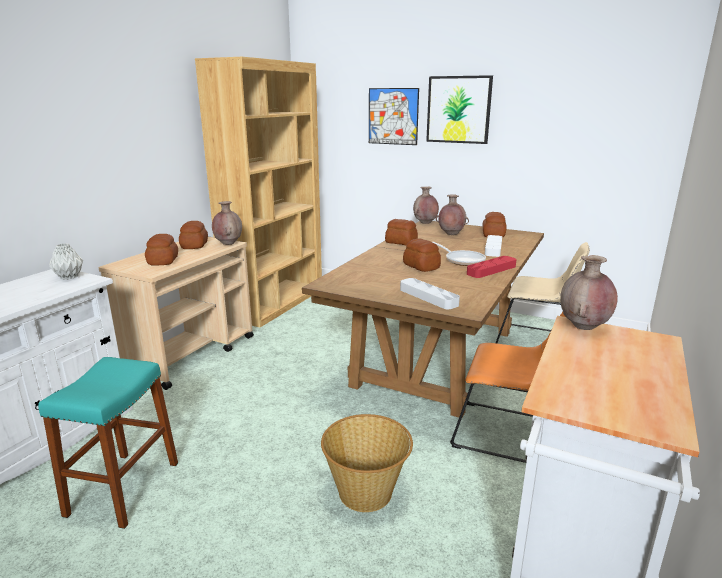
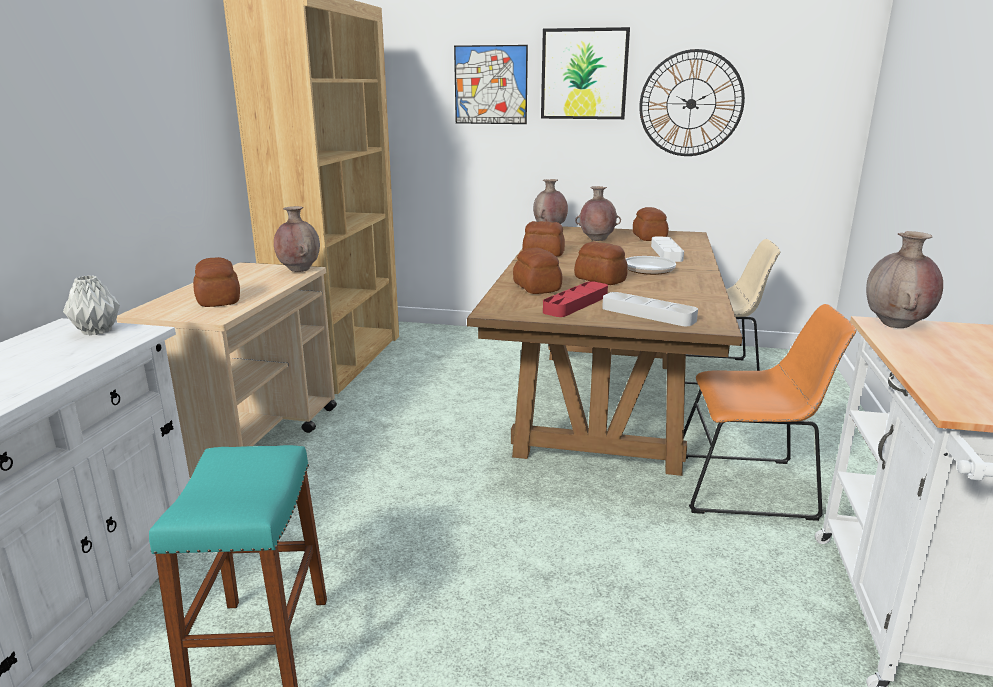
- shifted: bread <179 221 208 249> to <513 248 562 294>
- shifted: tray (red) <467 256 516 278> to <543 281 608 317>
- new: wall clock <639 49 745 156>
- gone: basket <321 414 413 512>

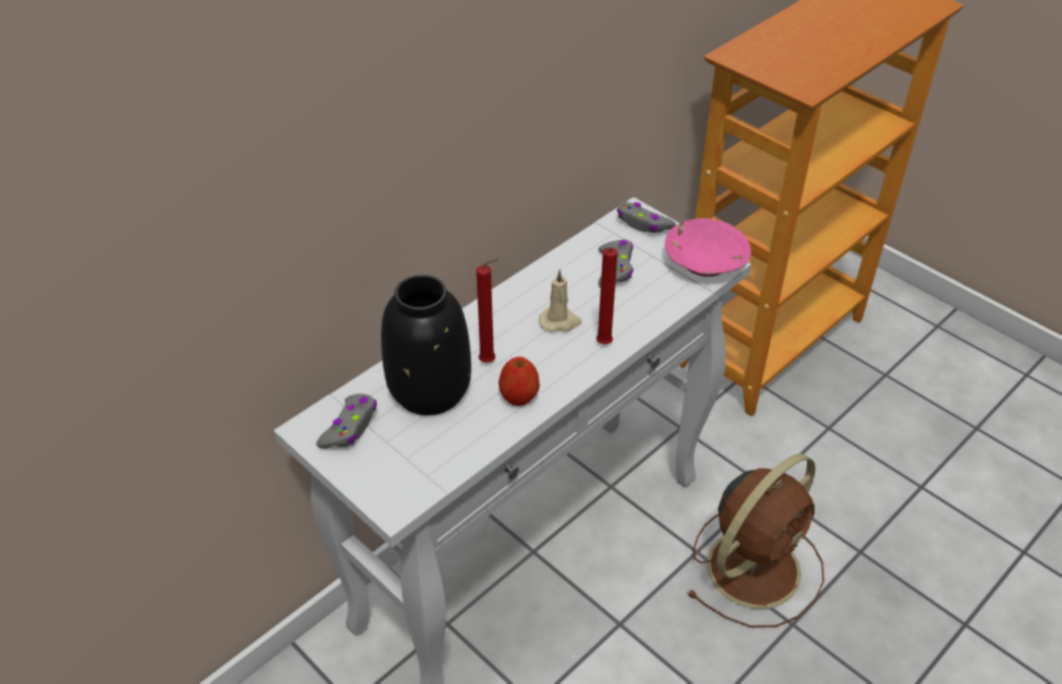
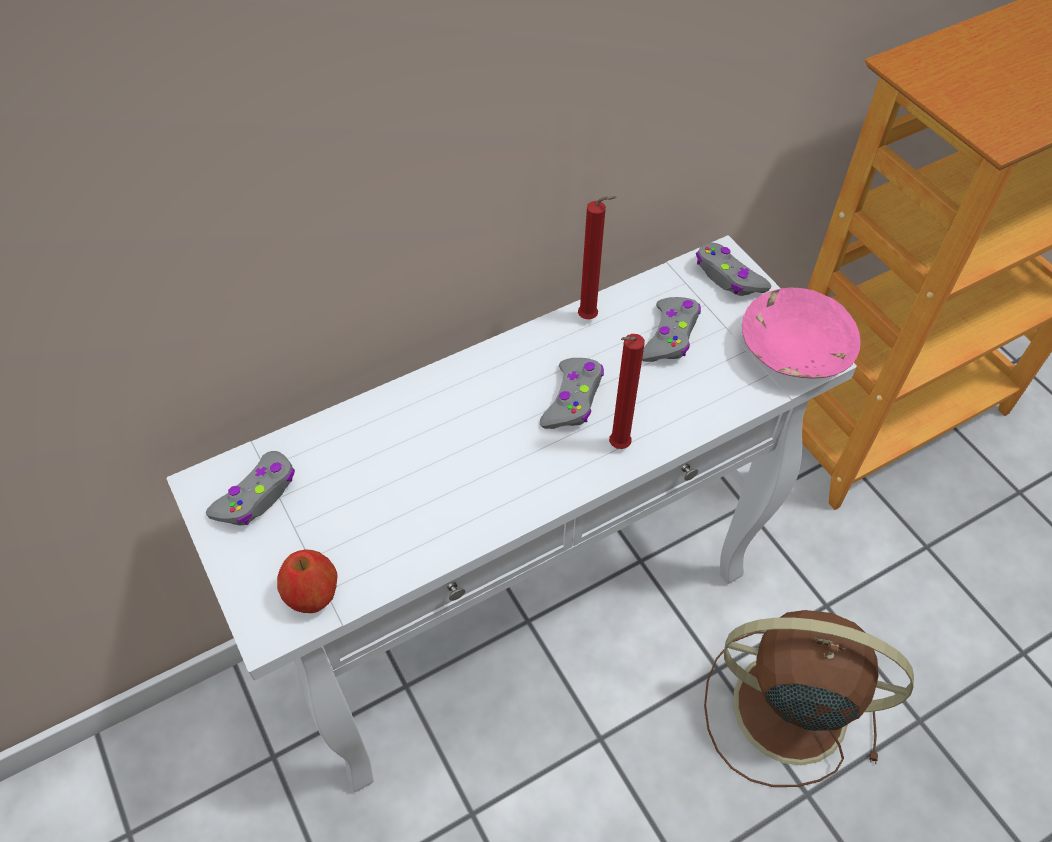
- shifted: apple <499 357 540 406> to <277 549 338 613>
- swapped: candle (beige) <539 269 582 332> to game controller (grey) <540 358 604 429>
- shifted: candle (red) <476 259 499 363> to <578 196 617 319>
- rotated: fan (brown) <686 453 824 628> = <704 610 914 787> 135 degrees counterclockwise
- gone: vase (black) <381 275 471 415>

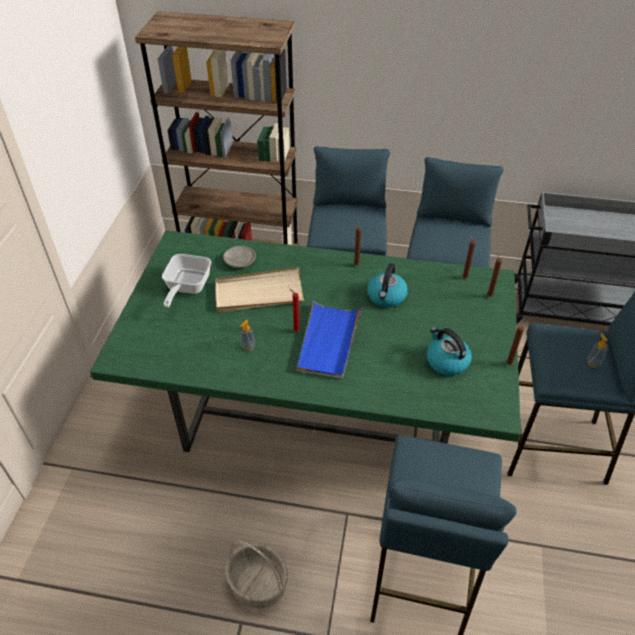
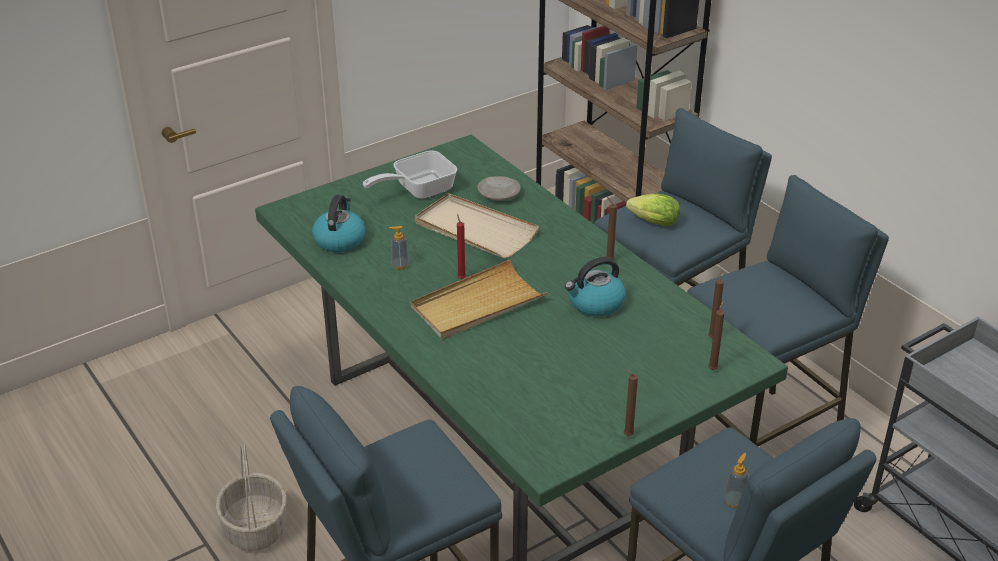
- shifted: kettle <427 327 472 376> to <312 195 366 253>
- repainted: tray (blue) <297 300 363 379> to tray (beige) <410 260 548 339>
- new: lettuce <626 194 680 226>

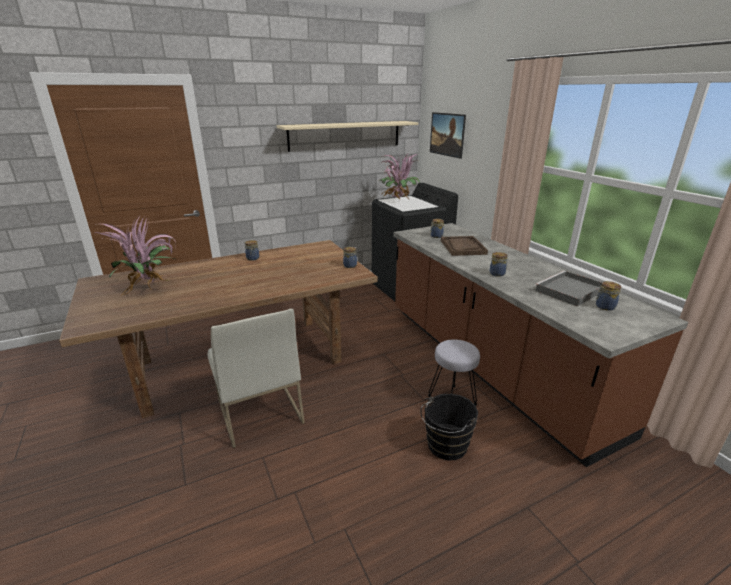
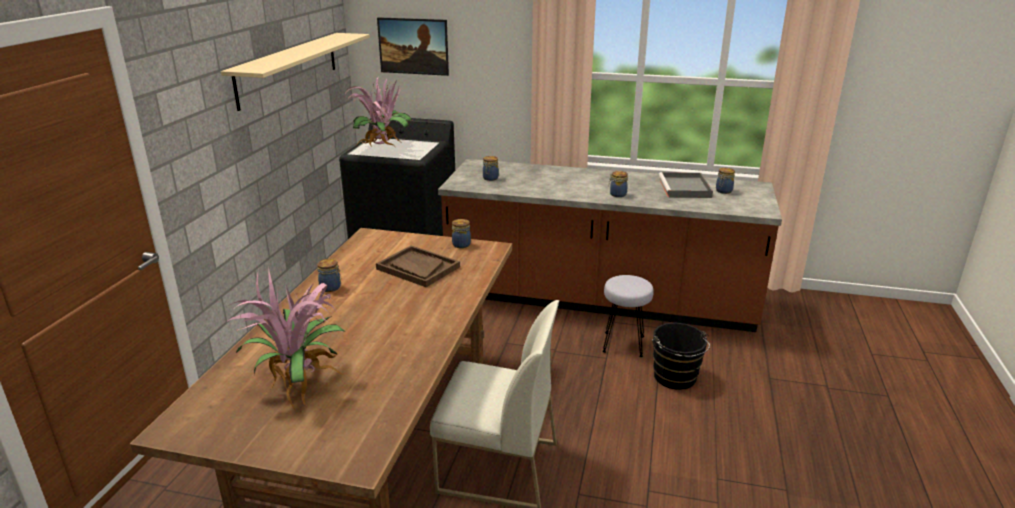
- shifted: tray (brown) <441 236 488 256> to <376 246 460 287>

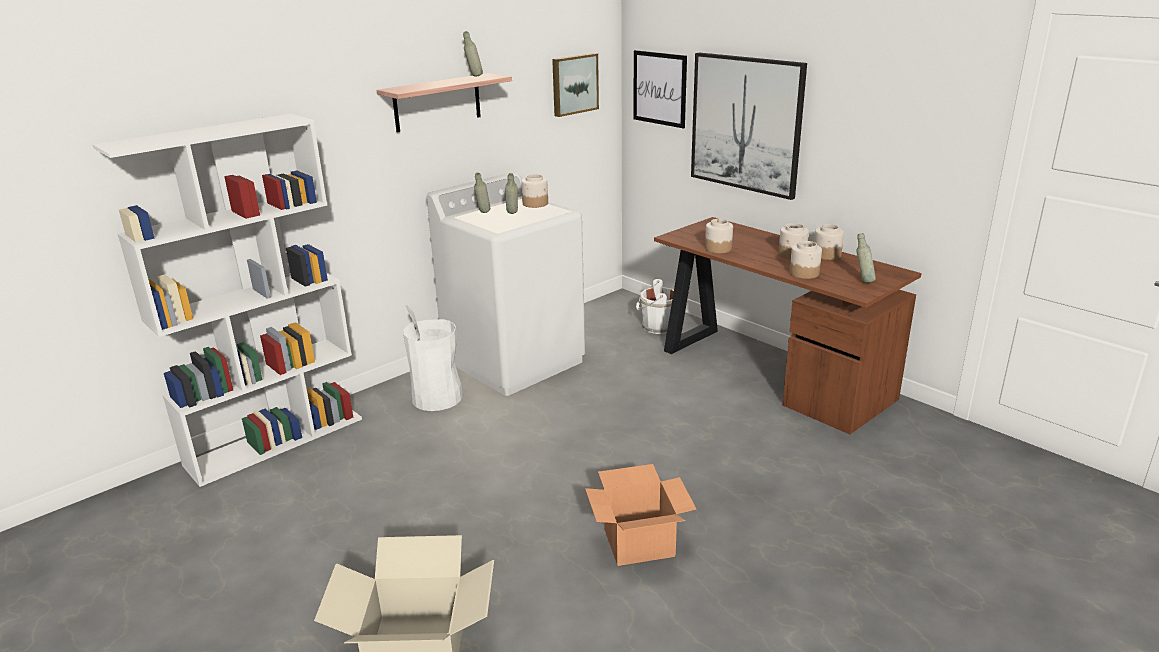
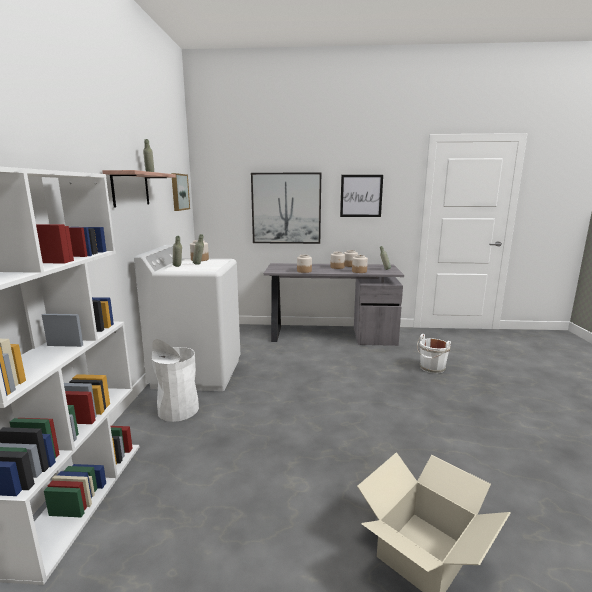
- repainted: desk (brown) <654 217 922 435> to desk (grey) <264 263 404 346>
- shifted: picture <633 50 687 128> to <340 175 383 217>
- shifted: bucket (white) <636 279 674 334> to <417 334 451 374>
- gone: cardboard box <585 464 696 566>

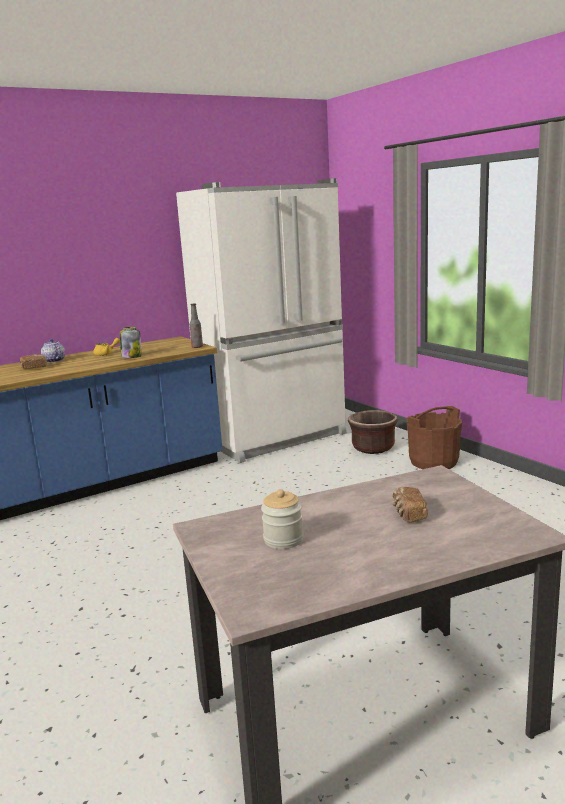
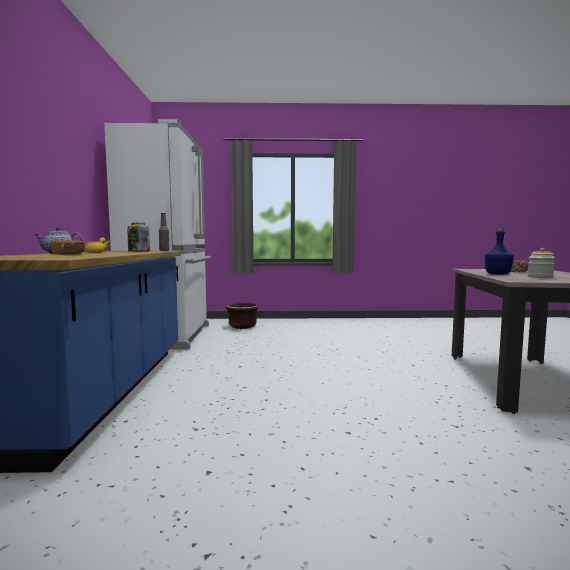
- new: bottle (blue) <485 228 514 275>
- gone: bucket (brown) <407 406 462 469>

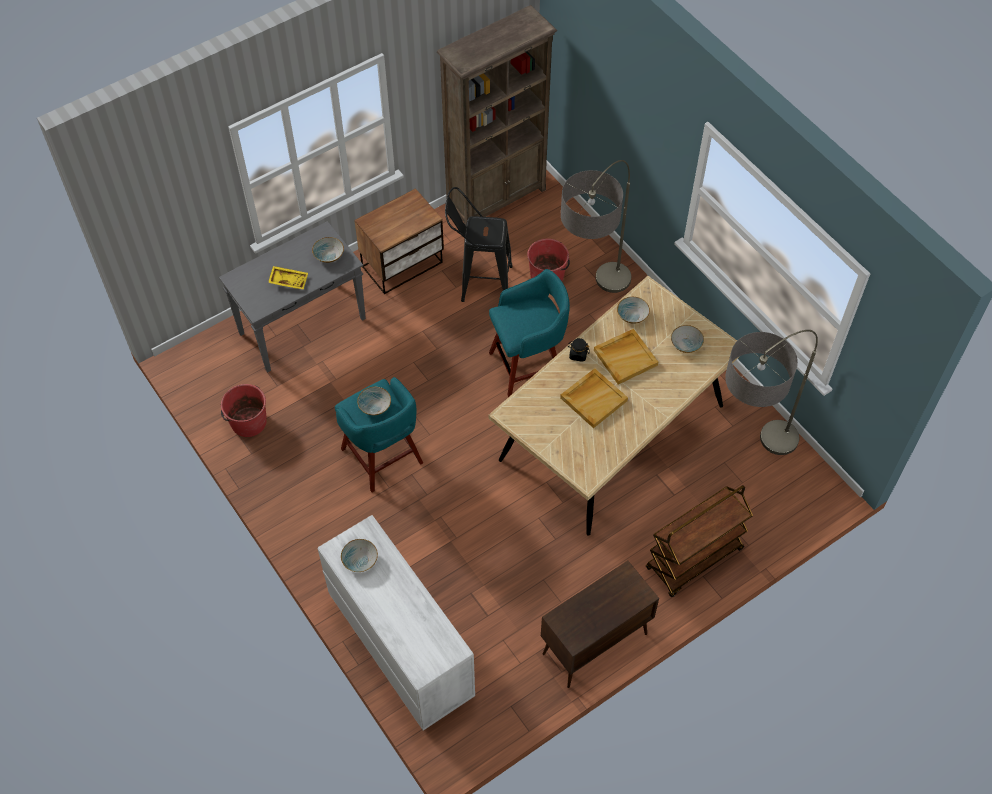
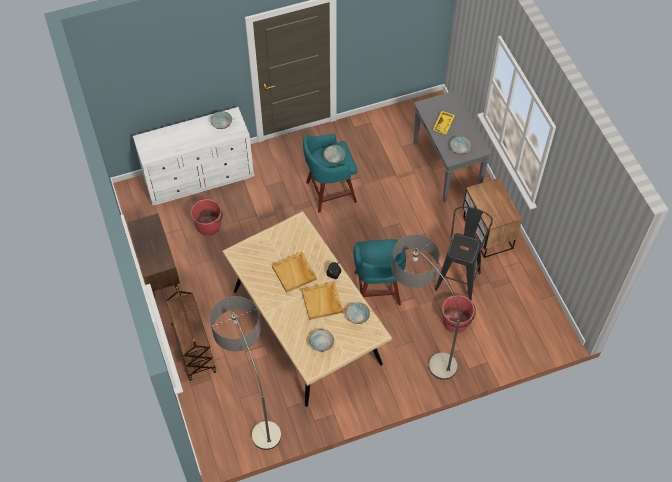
- shifted: bucket (red) <221 384 267 437> to <191 199 223 236>
- gone: bookcase (brown) <437 5 557 225>

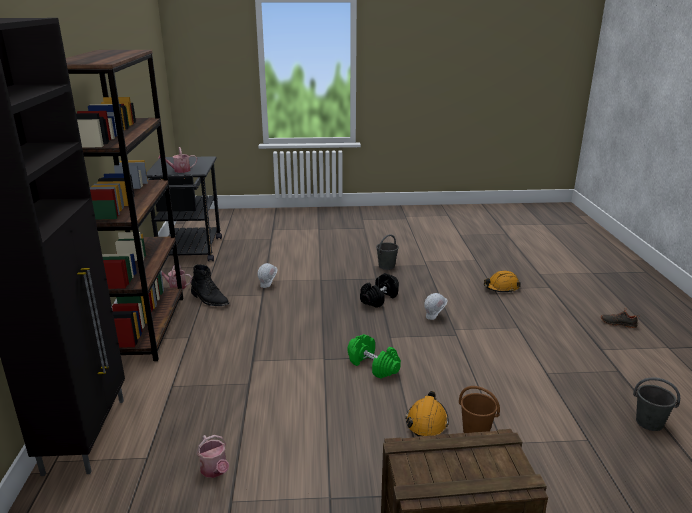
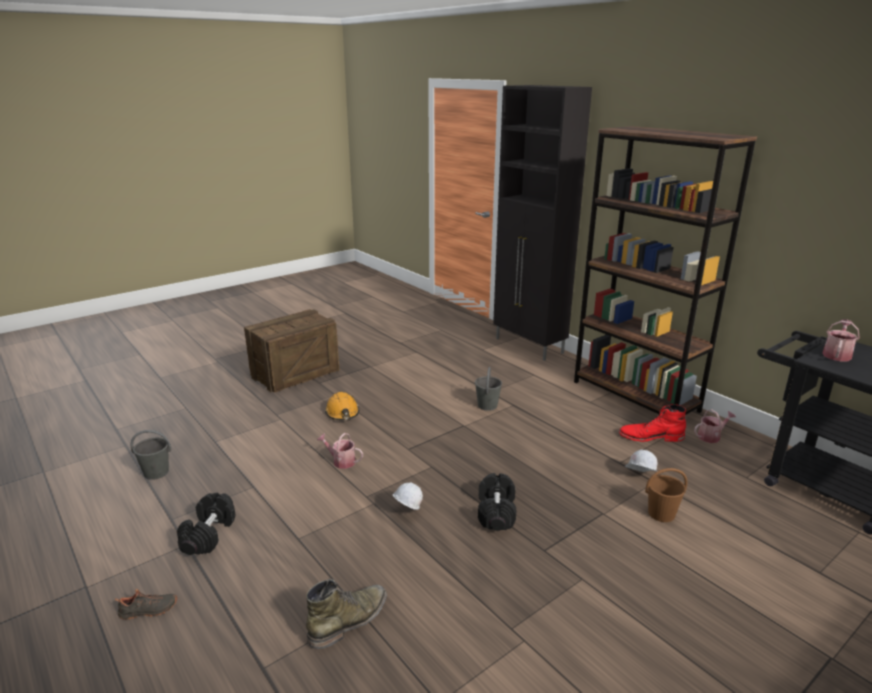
- new: dumbbell (black) <177 493 235 555>
- swapped: hard hat (orange) <484 271 521 292> to boot (green) <306 578 387 649>
- shifted: watering can <197 435 229 478> to <317 433 363 469>
- shifted: bucket (grey) <376 234 399 270> to <475 367 502 411>
- repainted: boot (black) <191 264 229 306> to boot (red) <619 405 686 442>
- shifted: bucket (brown) <459 386 500 433> to <645 468 688 522>
- gone: dumbbell (green) <348 334 401 379>

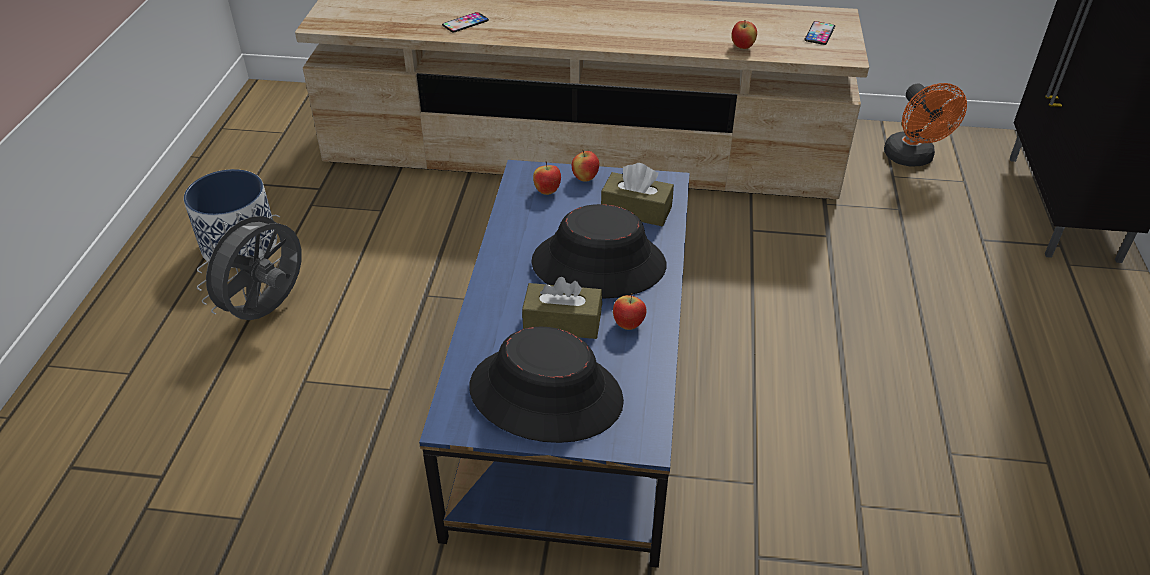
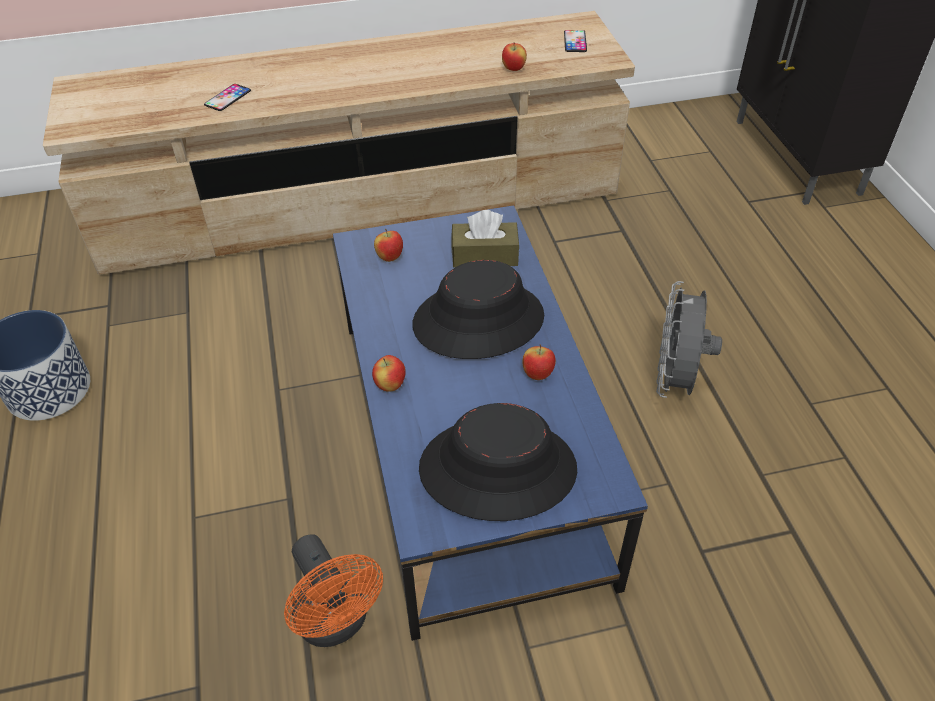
- shifted: fan (orange) <884 83 967 167> to <284 535 383 647>
- shifted: apple <572 150 599 182> to <372 355 406 392>
- shifted: fan (grey) <197 208 302 320> to <656 281 722 398>
- gone: tissue box (brown) <522 277 602 339>

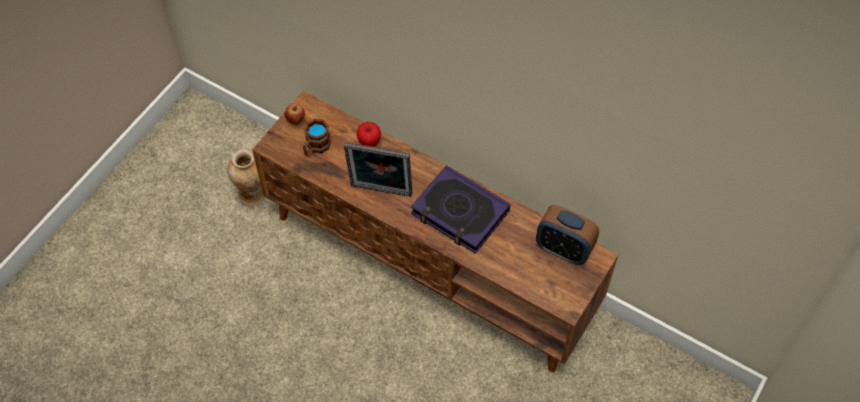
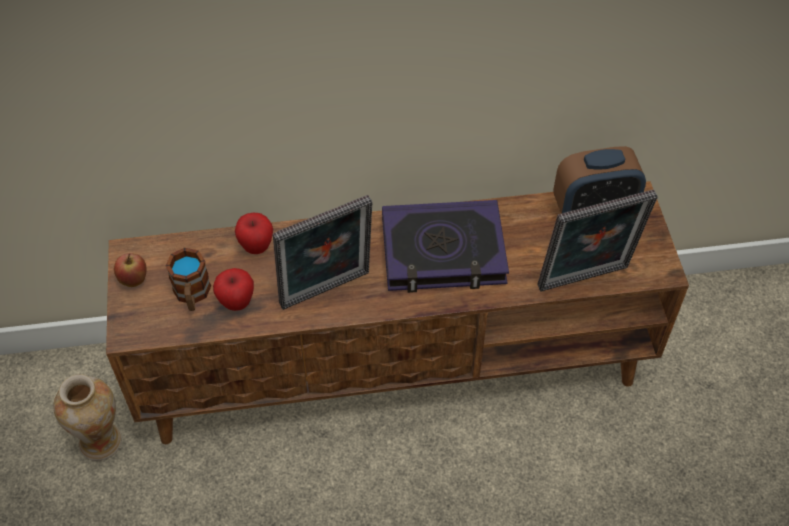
- new: apple <213 268 254 311>
- new: picture frame <537 190 658 291>

